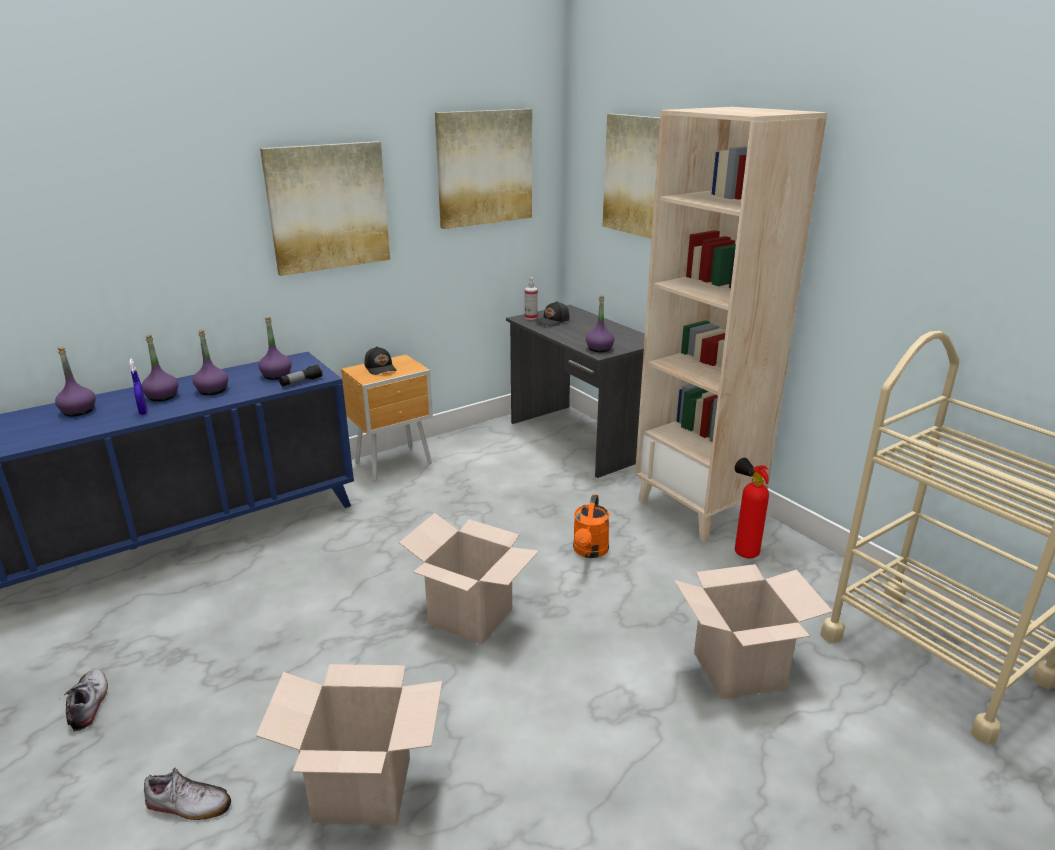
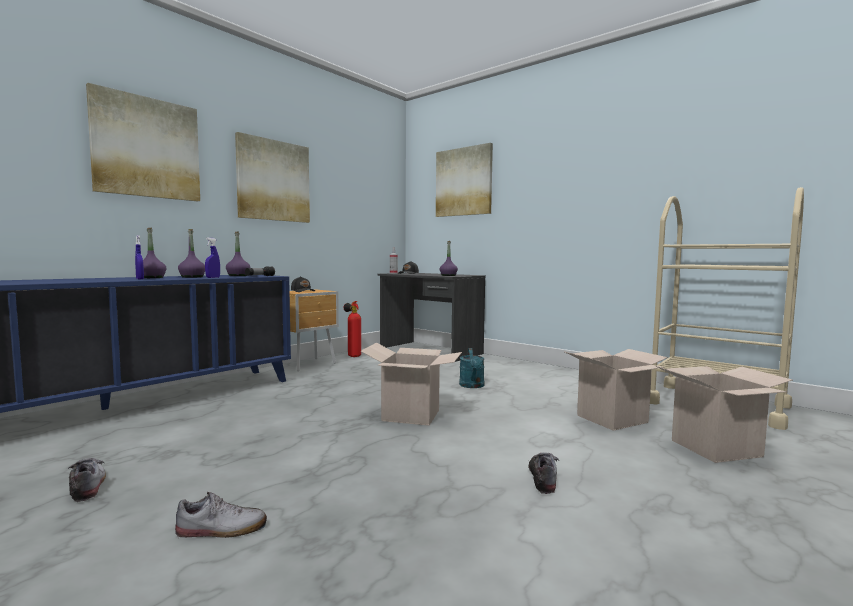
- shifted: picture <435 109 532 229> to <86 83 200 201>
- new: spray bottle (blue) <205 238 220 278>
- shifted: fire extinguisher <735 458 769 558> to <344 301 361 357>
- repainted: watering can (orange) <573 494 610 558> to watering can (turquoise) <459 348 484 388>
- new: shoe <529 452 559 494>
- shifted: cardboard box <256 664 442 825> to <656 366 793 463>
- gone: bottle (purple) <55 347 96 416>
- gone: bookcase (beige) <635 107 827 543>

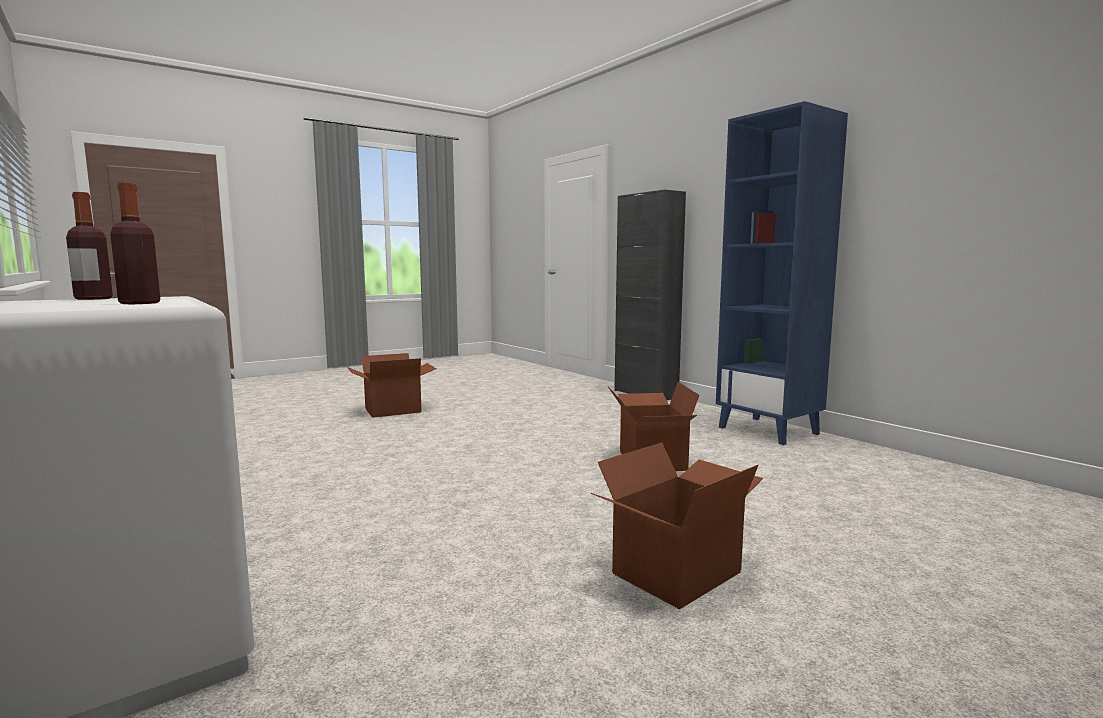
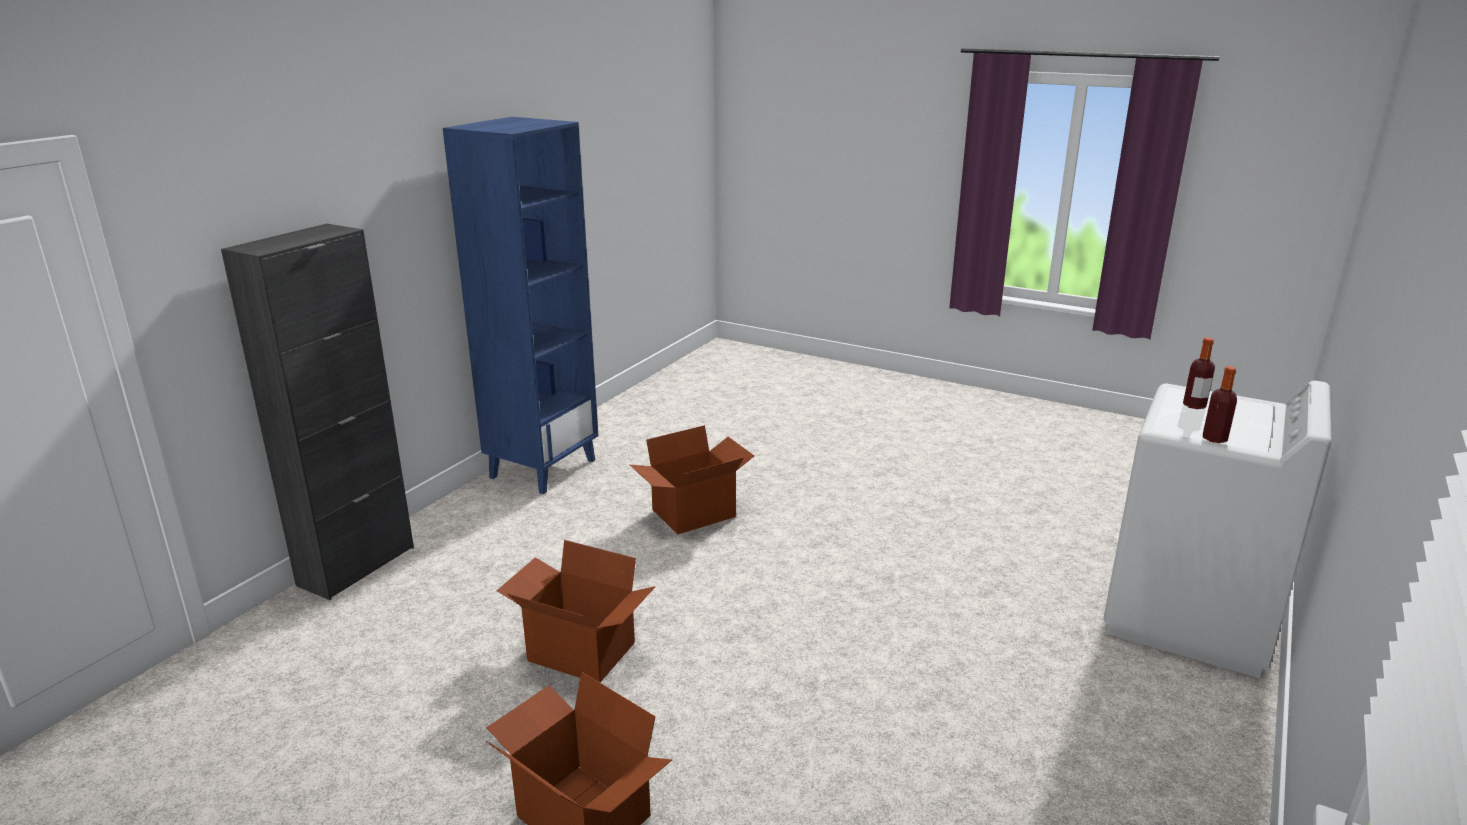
- shifted: cardboard box <590 442 763 609> to <497 540 656 682>

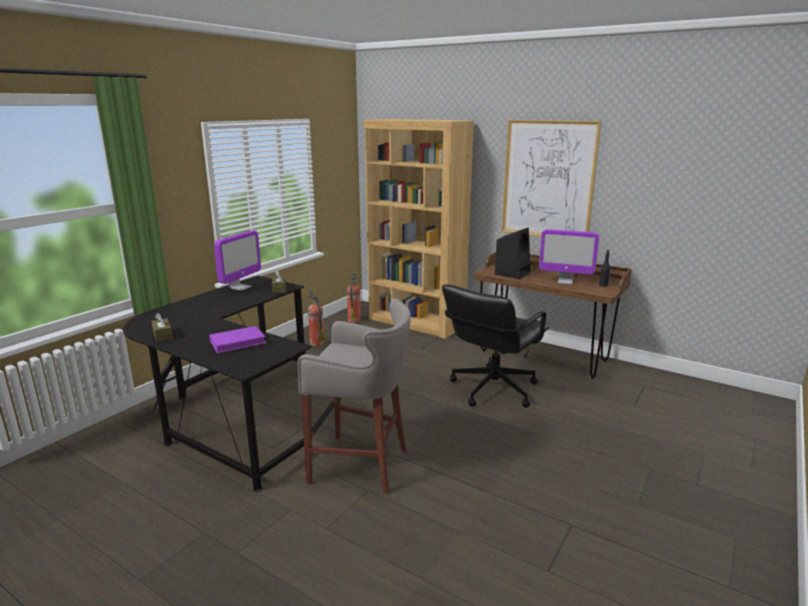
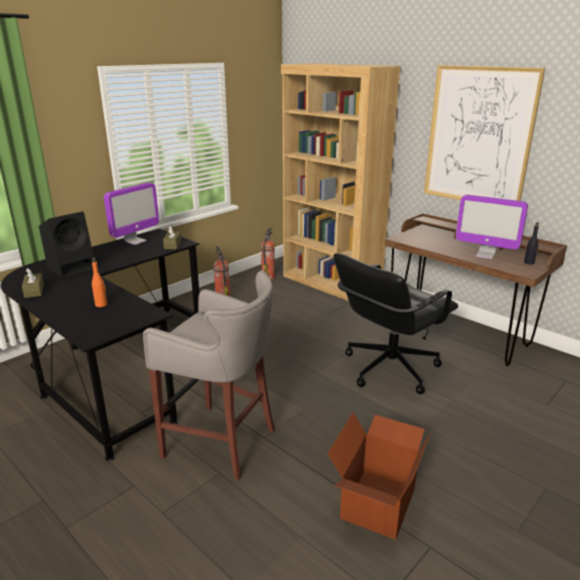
- shifted: speaker (black) <495 227 531 279> to <39 211 94 278>
- swapped: book (purple) <209 326 267 354> to bottle (orange) <92 258 107 307>
- new: cardboard box <327 412 431 540>

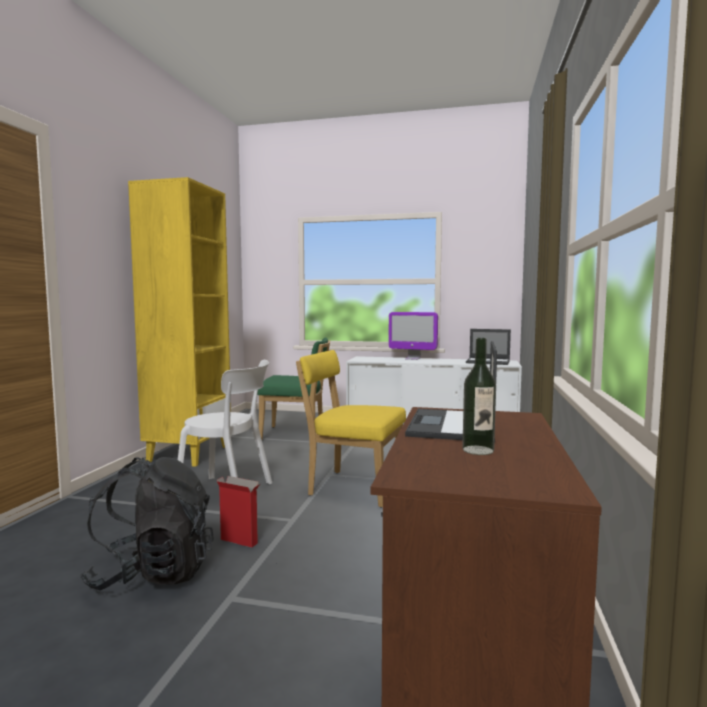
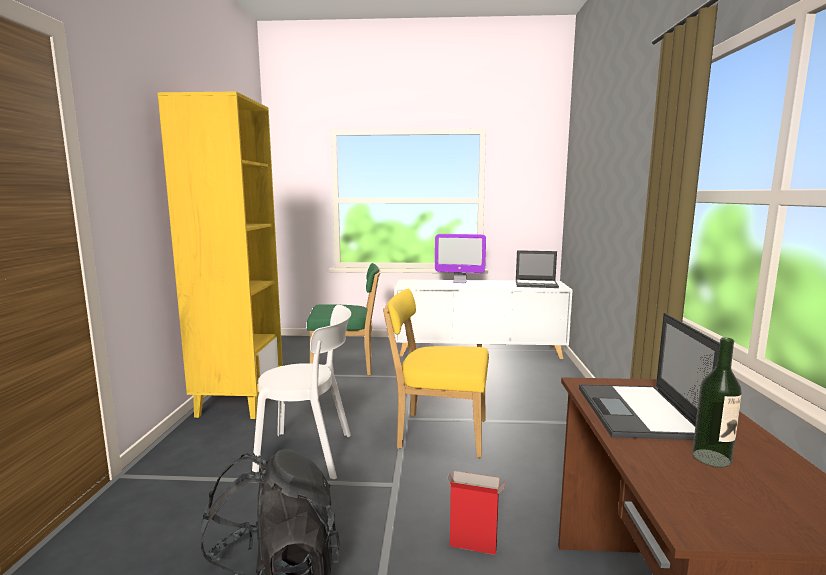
- shifted: cardboard box <217 476 260 548> to <447 471 506 555>

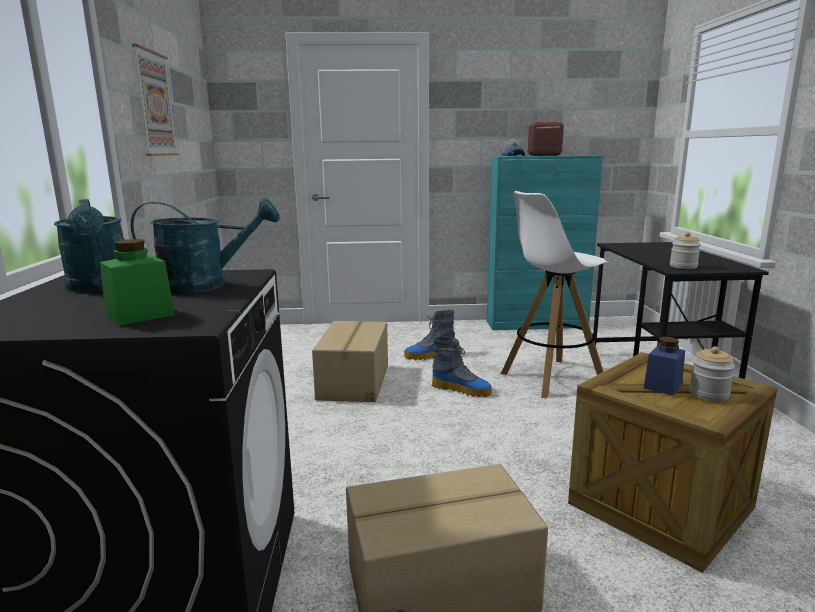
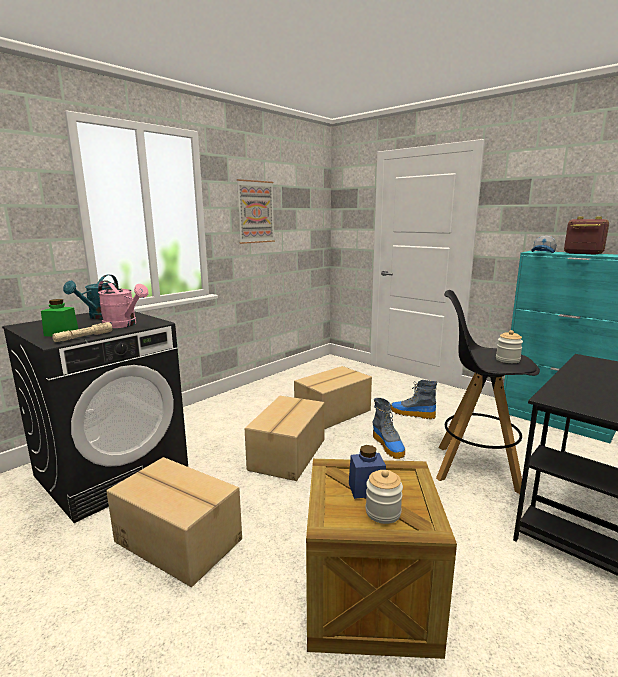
- new: flashlight (beige) <52 322 112 342>
- repainted: watering can (turquoise) <131 197 280 294> to watering can (pink) <98 280 149 328>
- new: cardboard box <245 396 325 481>
- repainted: stool (white) <501 191 610 398> to stool (black) <436 290 540 494>
- shifted: jar <670 232 701 269> to <496 330 523 363>

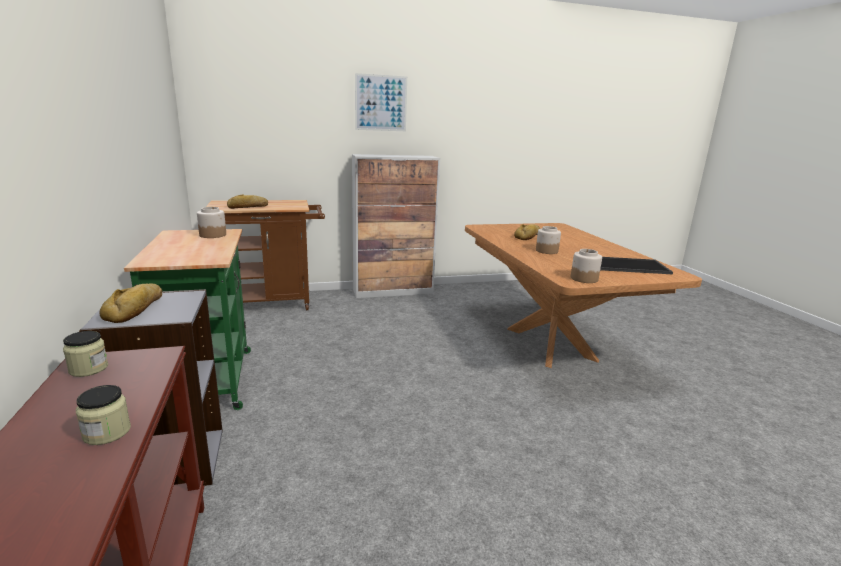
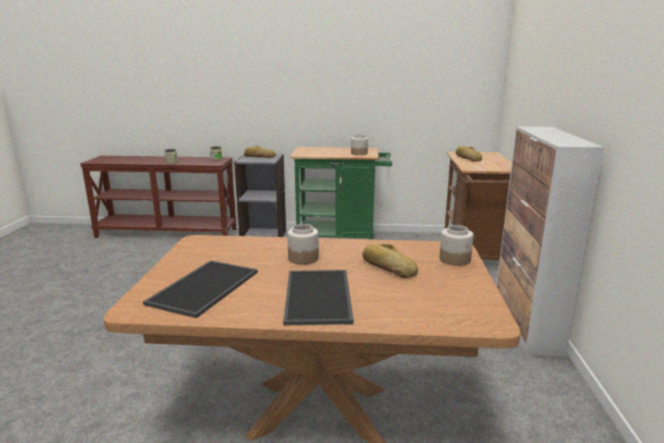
- new: tray <283 270 354 326>
- shifted: jar <571 249 602 283> to <439 225 474 266>
- gone: picture <355 73 407 131>

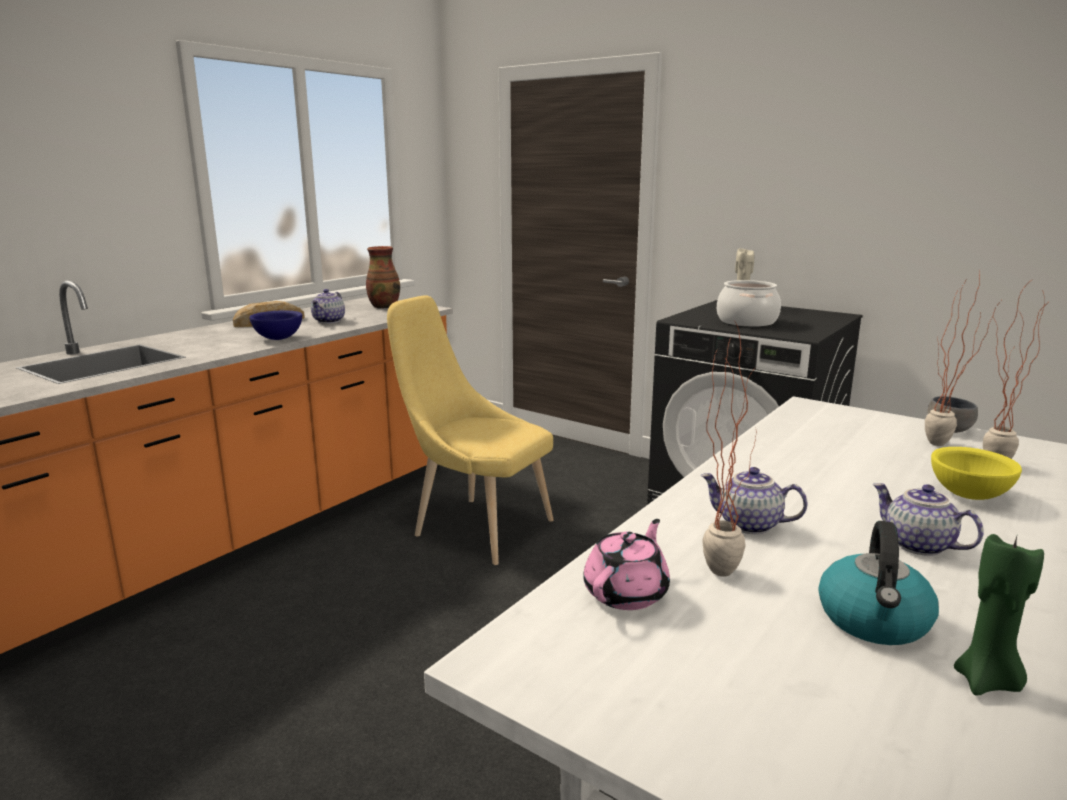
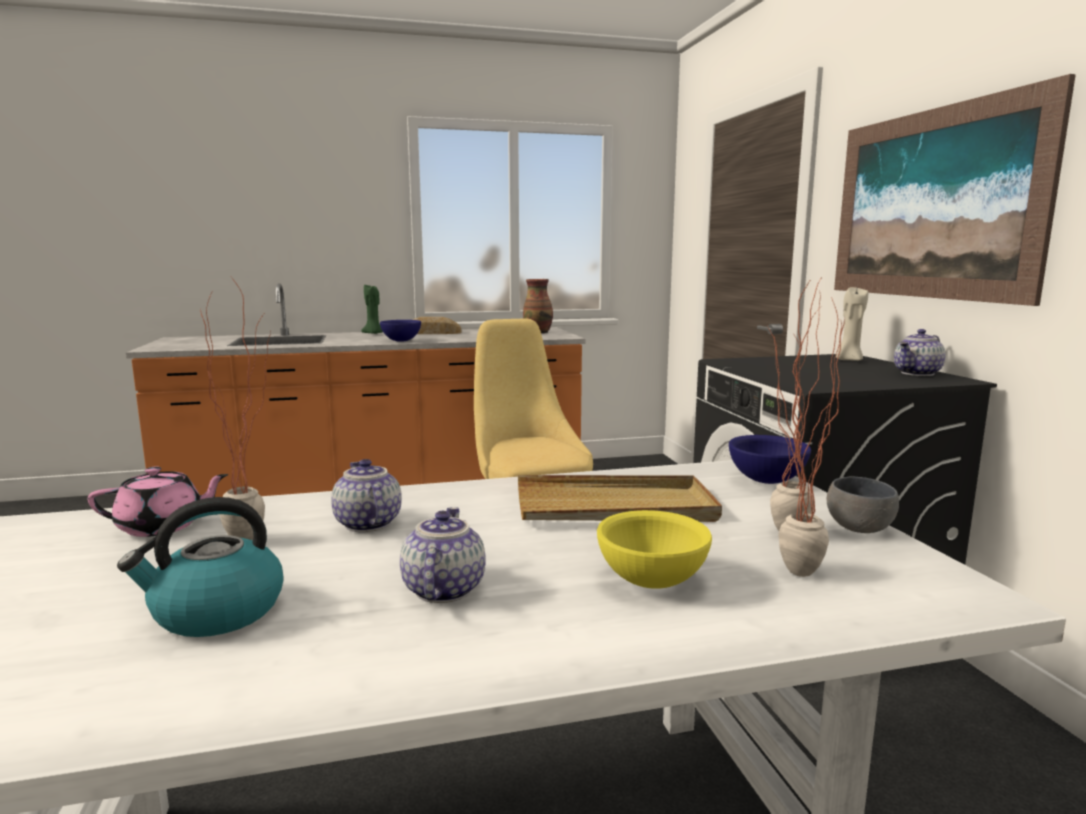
- shifted: candle (green) <954 534 1044 696> to <361 285 383 334>
- new: tray (beige) <518 475 722 522>
- new: bowl (blue) <729 435 811 484>
- new: picture <834 74 1076 306>
- shifted: teapot <311 289 345 324> to <894 329 946 376>
- gone: cooking pot <717 280 781 327>

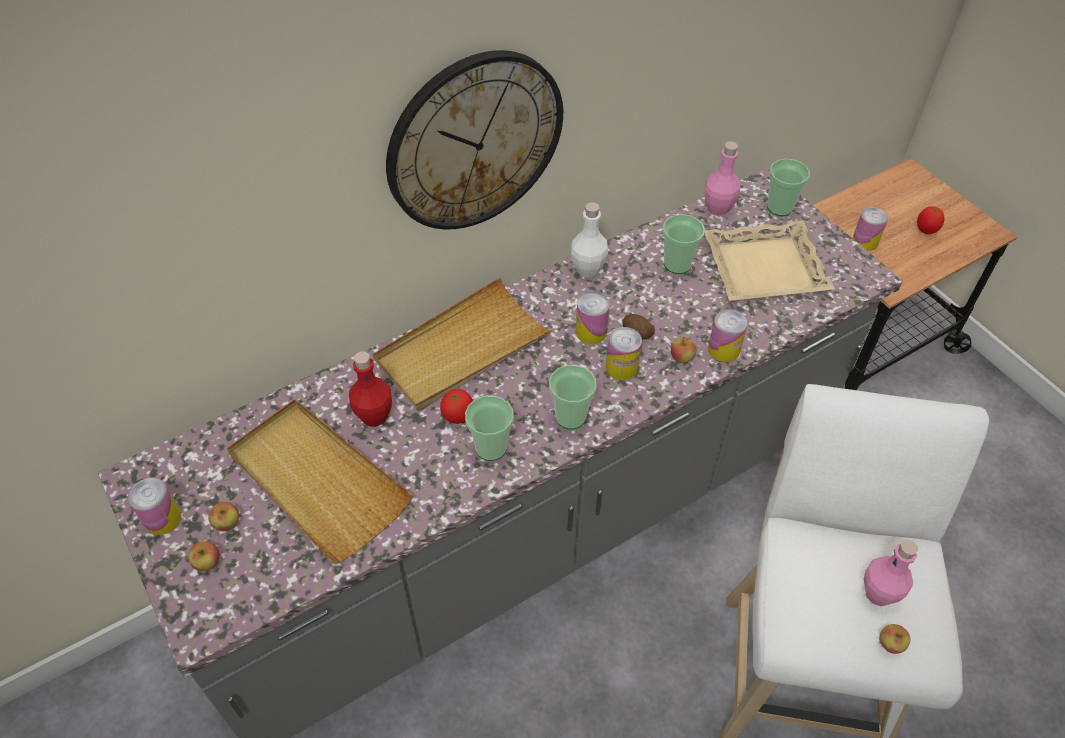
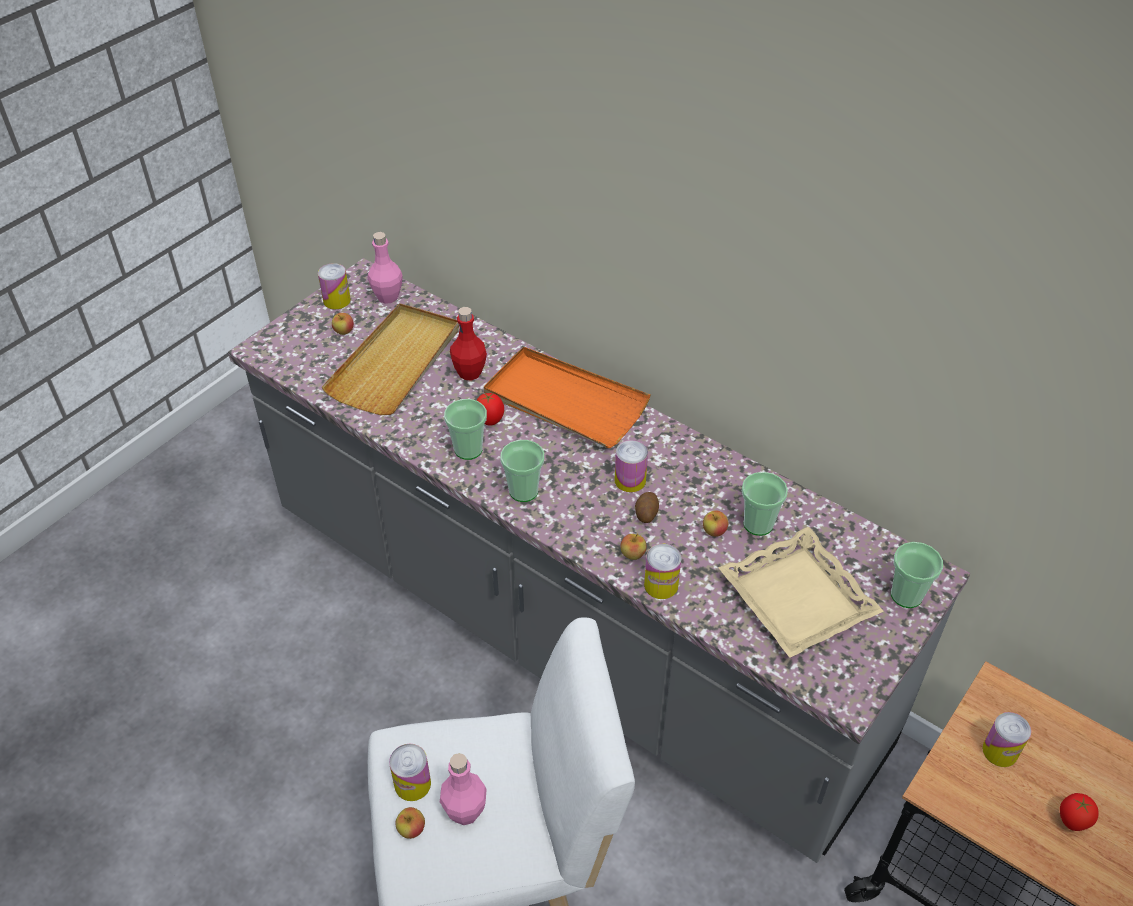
- shifted: bottle (pink) <705 141 740 216> to <368 232 403 304>
- shifted: can <606 327 642 380> to <389 744 431 801>
- repainted: tray (beige) <373 277 553 411> to tray (orange) <484 346 651 448>
- shifted: apple <188 541 220 571> to <703 510 728 537>
- gone: wall clock <386 50 563 230>
- gone: bottle (white) <571 202 608 277>

